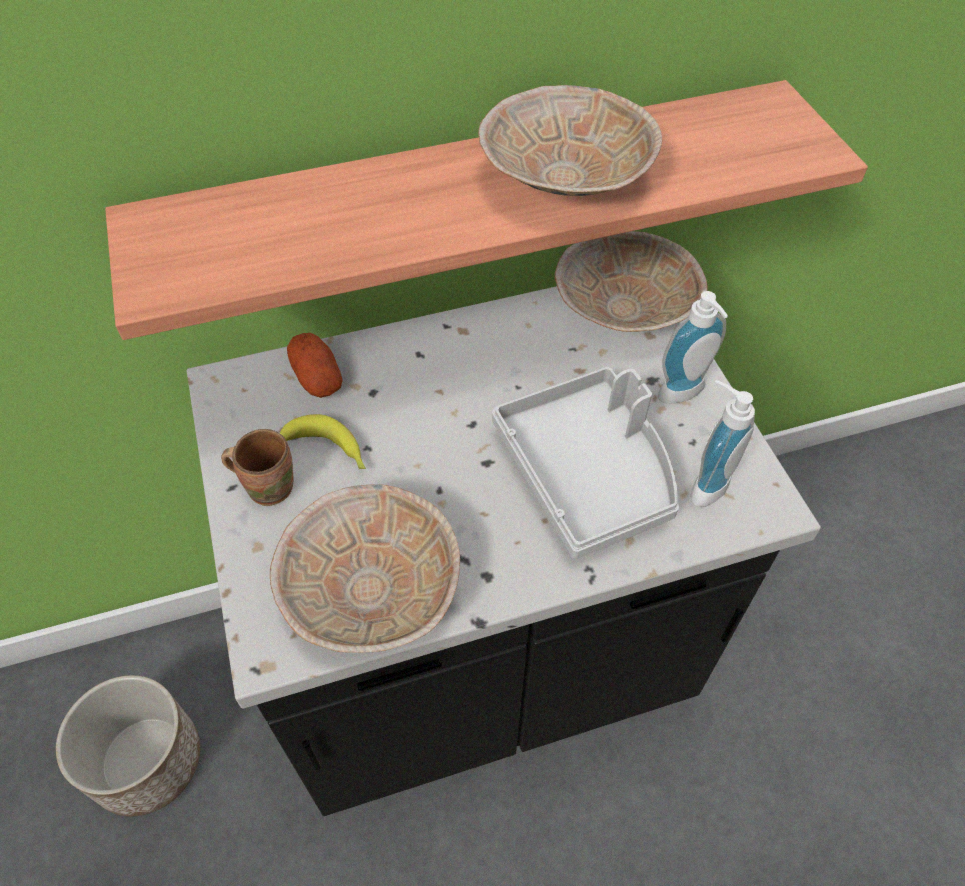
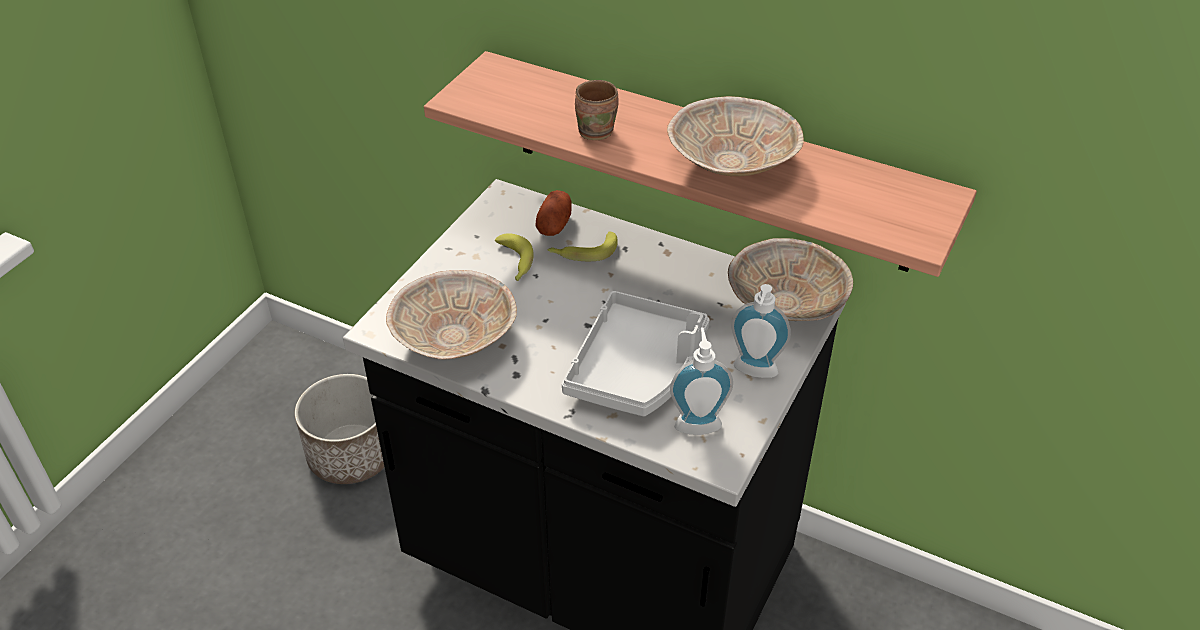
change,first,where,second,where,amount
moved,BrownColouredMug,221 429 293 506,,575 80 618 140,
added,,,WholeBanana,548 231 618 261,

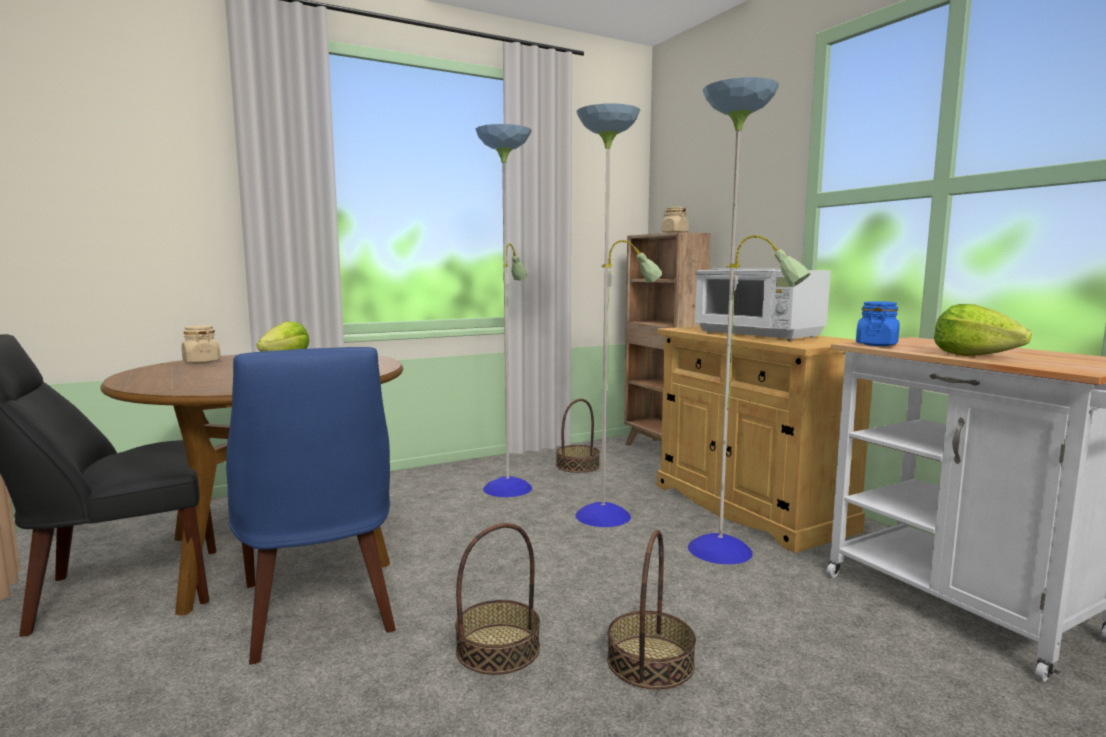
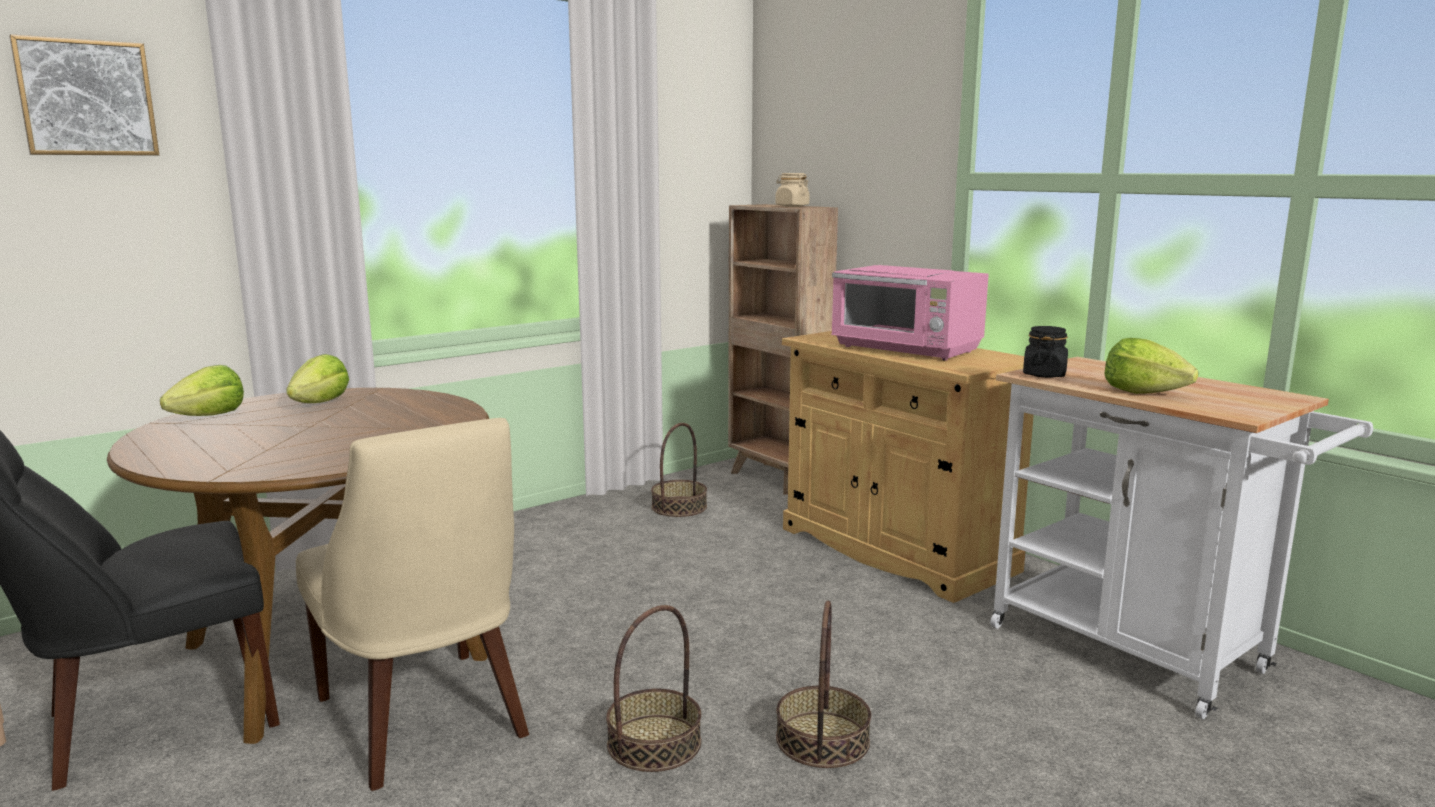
change,first,where,second,where,amount
removed,FloorLamp,476 77 811 564,,,
recoloured,WhitishKitchenMicrowave,695 269 831 341,PinkColouredKitchenMicrowave,831 265 989 360,
recoloured,BlueColouredJar,856 301 900 346,BlackColouredJar,1023 326 1068 378,
replaced,BeigeJar,182 325 221 363,HeadOfLettuce,160 365 244 416,
recoloured,BlueColouredChair,226 347 396 664,BeigeChair,296 418 529 791,
added,,,Picture,9 34 159 156,

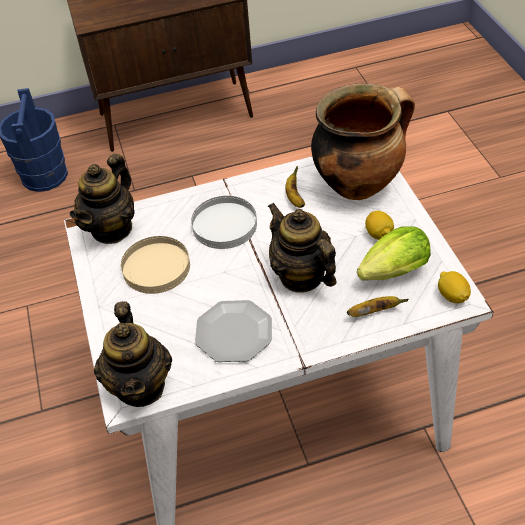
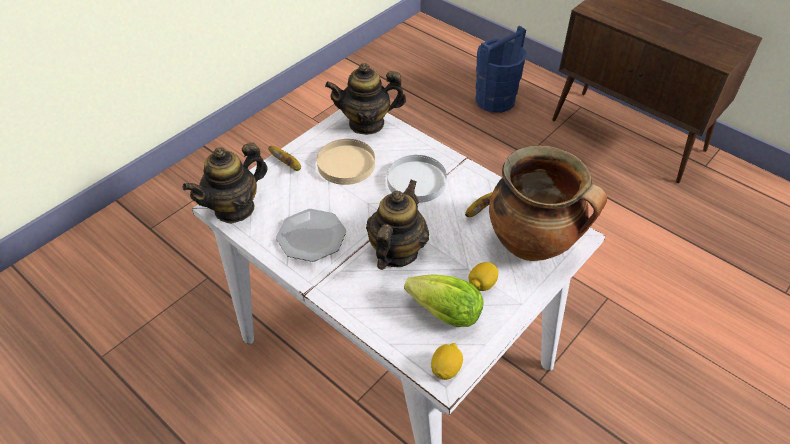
change,first,where,second,where,amount
moved,WholeBanana,347 296 409 317,,268 146 301 171,

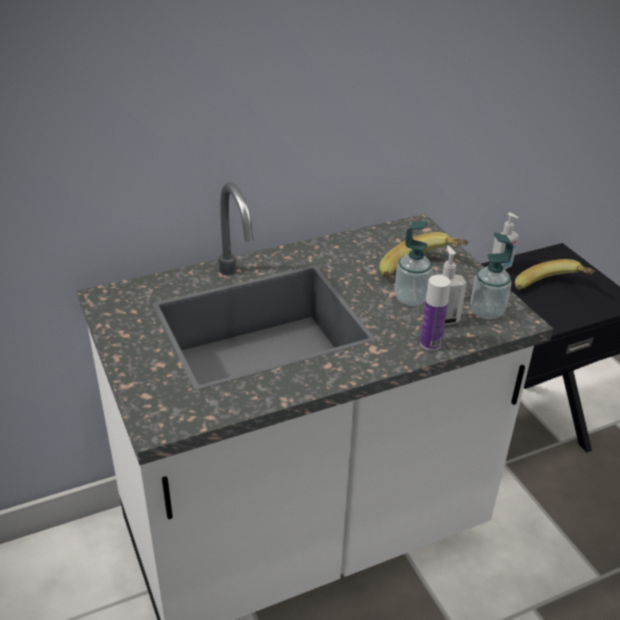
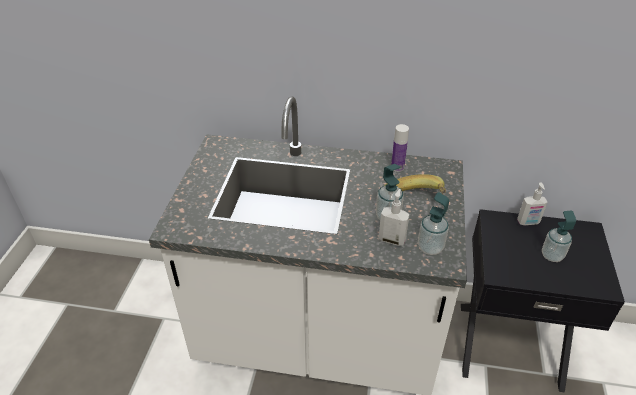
change,first,where,second,where,amount
replaced,WholeBanana,515 259 595 290,LiquidSoapBottle,542 211 576 262,
moved,BeverageBottle,420 275 451 351,,391 124 409 172,

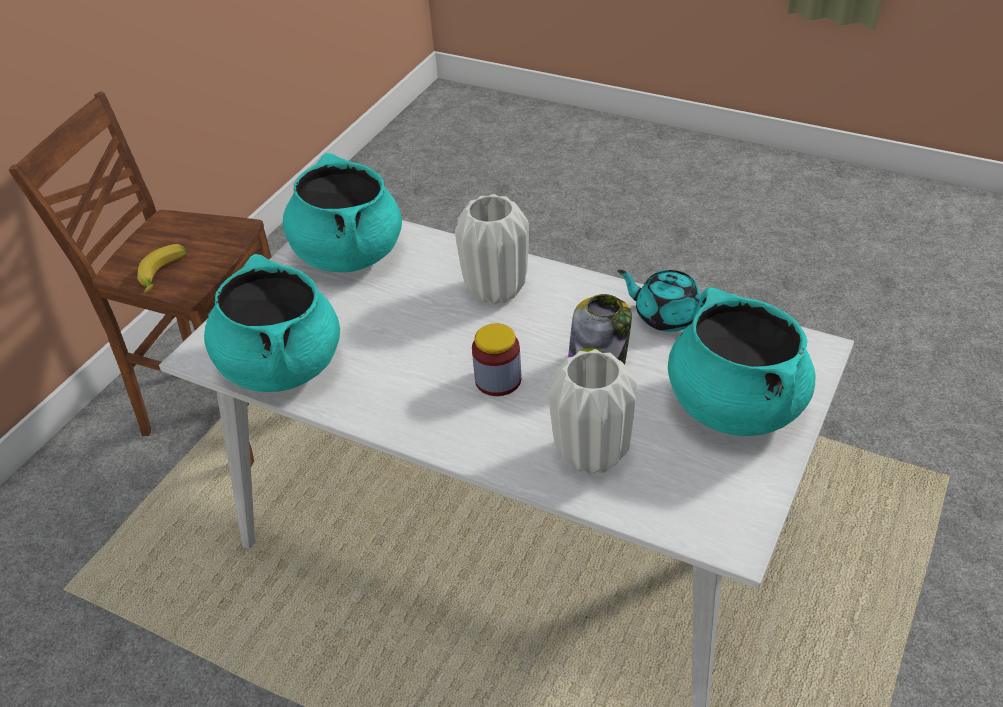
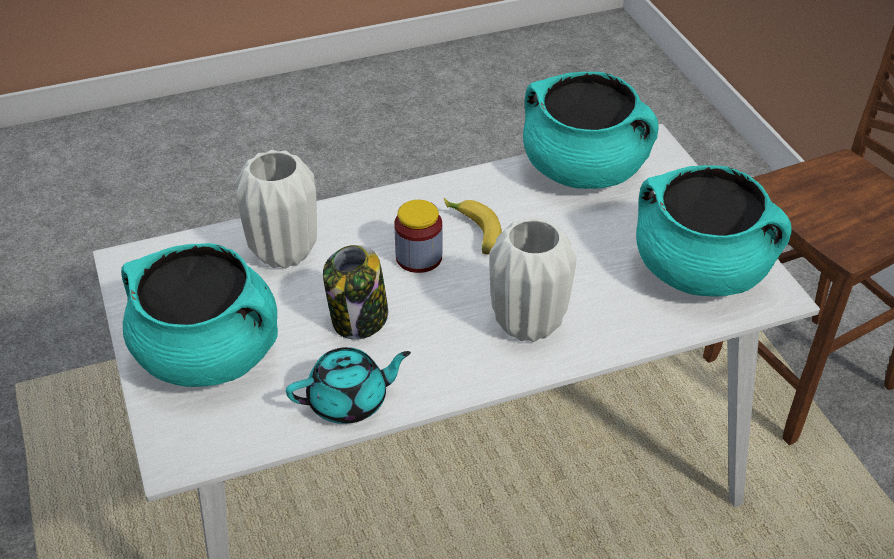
change,first,where,second,where,amount
moved,WholeBanana,137 244 188 293,,444 198 502 255,

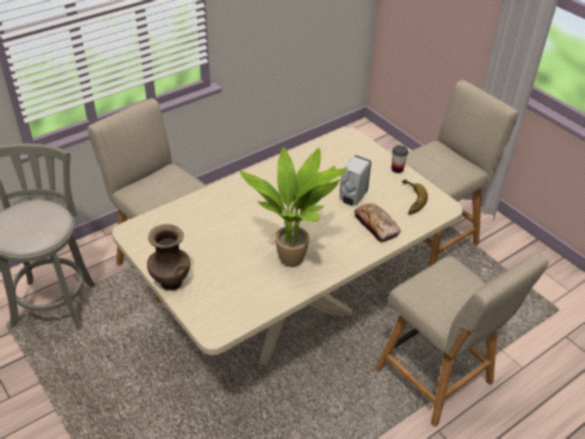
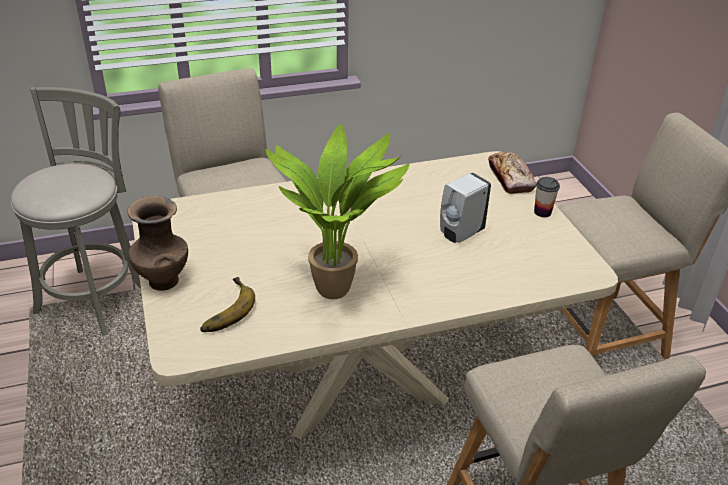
change,first,where,second,where,amount
moved,WholeBanana,402 179 428 214,,200 277 255 332,
moved,BakeryBread,354 203 401 242,,488 152 536 194,

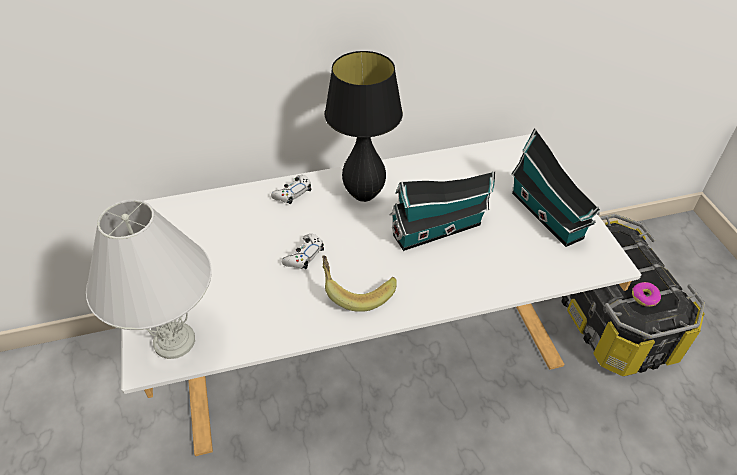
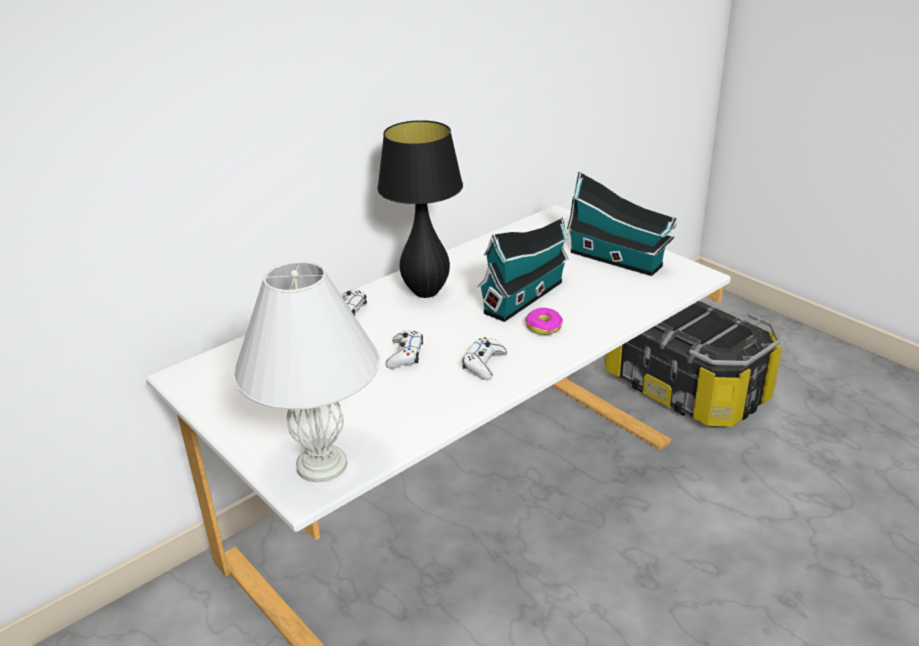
change,first,where,second,where,amount
replaced,WholeBanana,322 255 397 312,WhitishJoypad,462 337 507 380,
moved,Donut,632 282 661 307,,525 308 563 335,

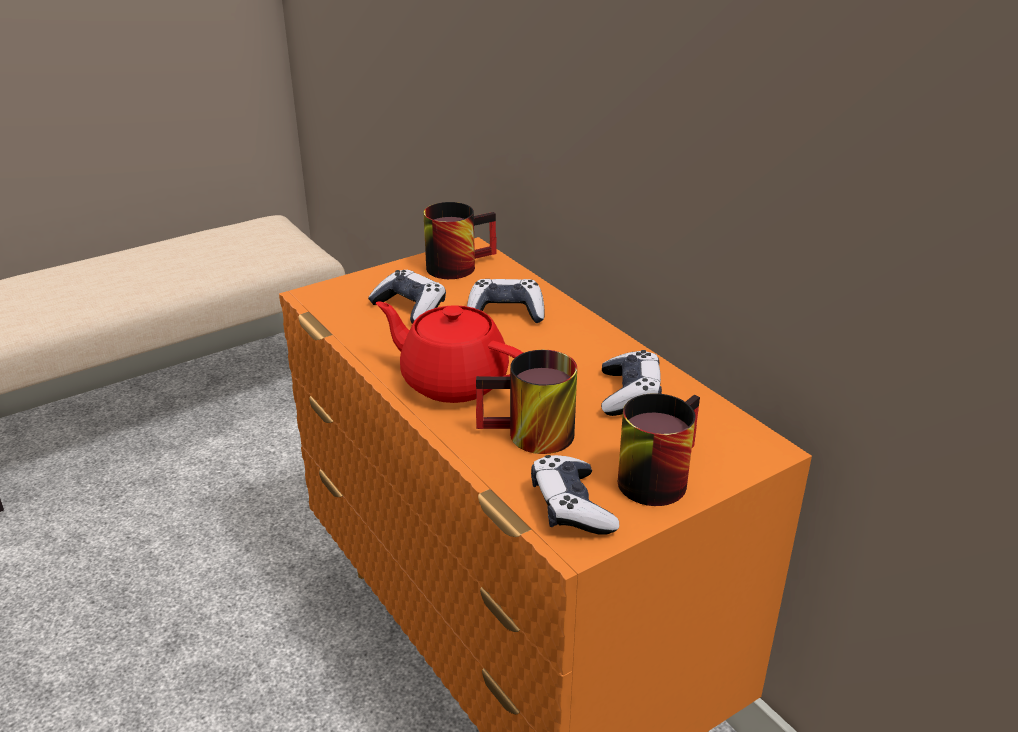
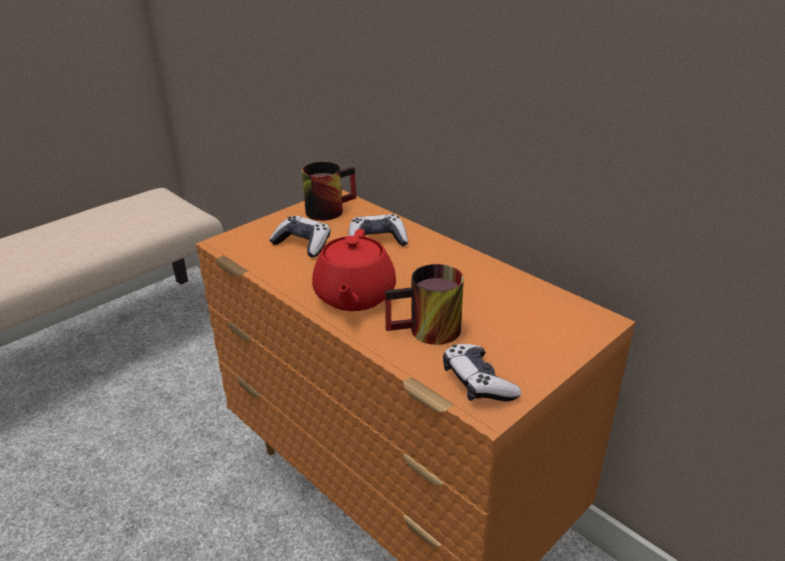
change,first,where,second,where,amount
turned,RedTeapot,376 301 523 403,,312 229 396 311,105 degrees counterclockwise
removed,Joypad,601 350 662 416,,,
removed,Mug,618 393 700 506,,,

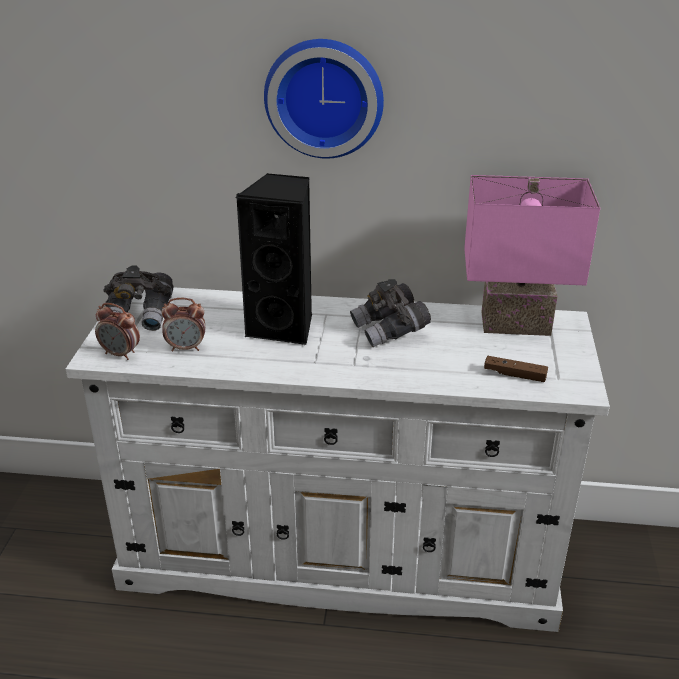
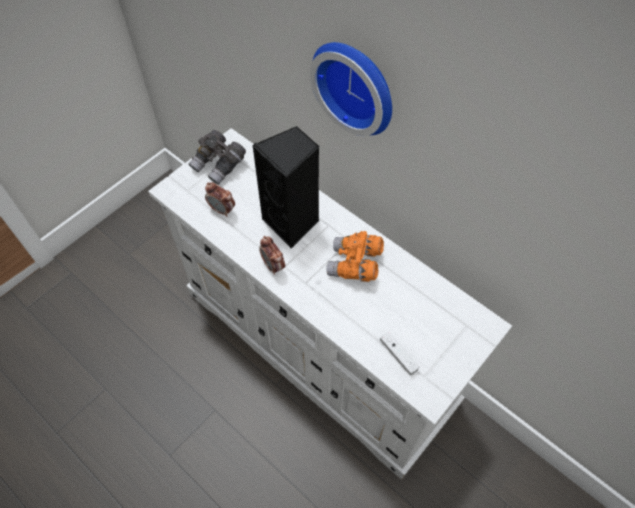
change,first,where,second,where,amount
removed,PinkColouredTableLamp,464 175 600 336,,,
recoloured,GreyFieldGlasses,350 279 431 347,OrangeFieldGlasses,326 231 384 282,
moved,BedsideClock,95 303 140 360,,259 236 285 275,
recoloured,BrownColouredJoypad,484 356 548 382,WhitishJoypad,380 332 419 375,

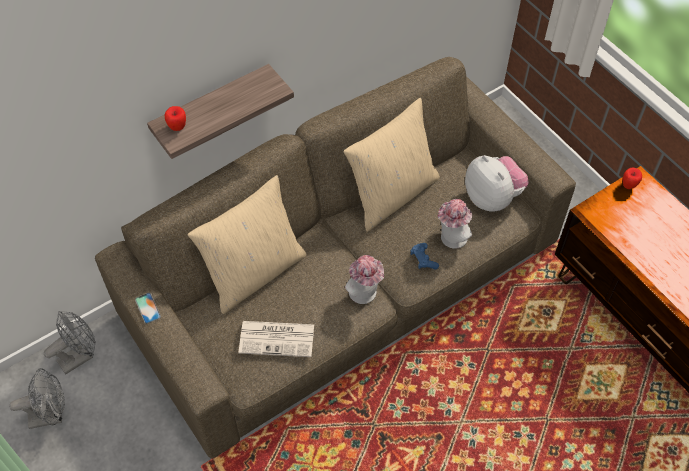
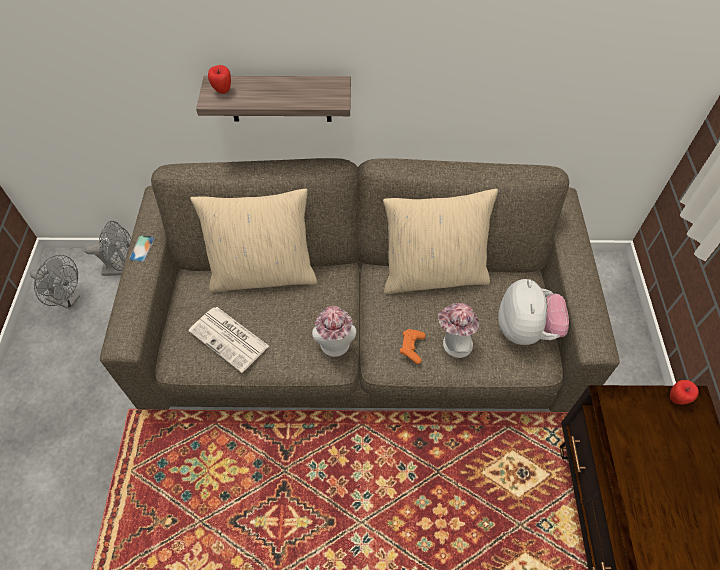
change,first,where,second,where,amount
recoloured,BlueColouredJoypad,411 243 439 269,OrangeJoypad,400 329 425 364,

